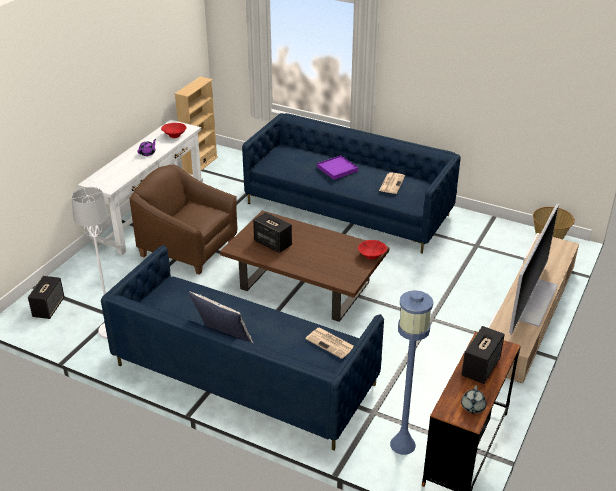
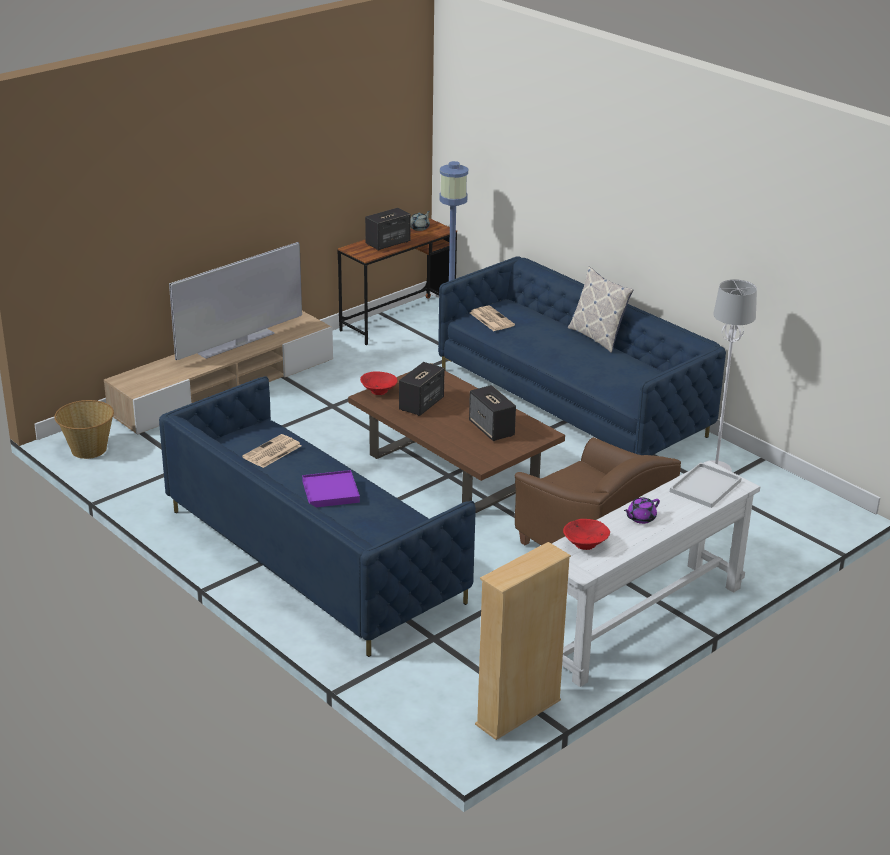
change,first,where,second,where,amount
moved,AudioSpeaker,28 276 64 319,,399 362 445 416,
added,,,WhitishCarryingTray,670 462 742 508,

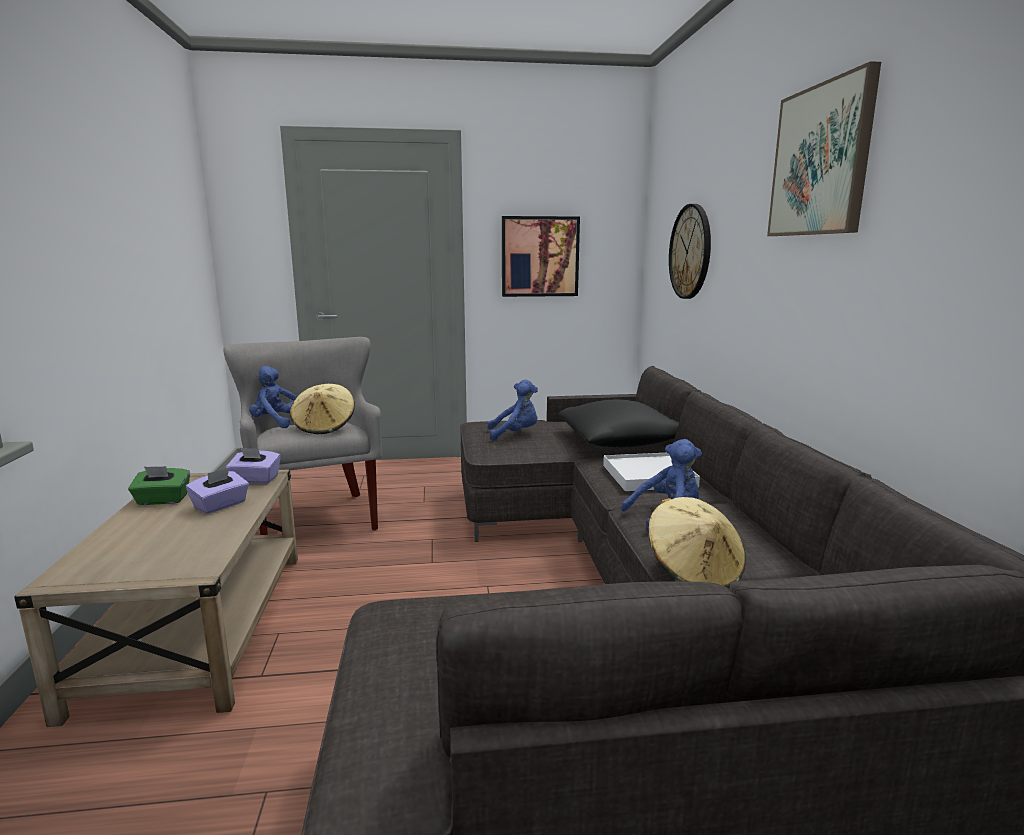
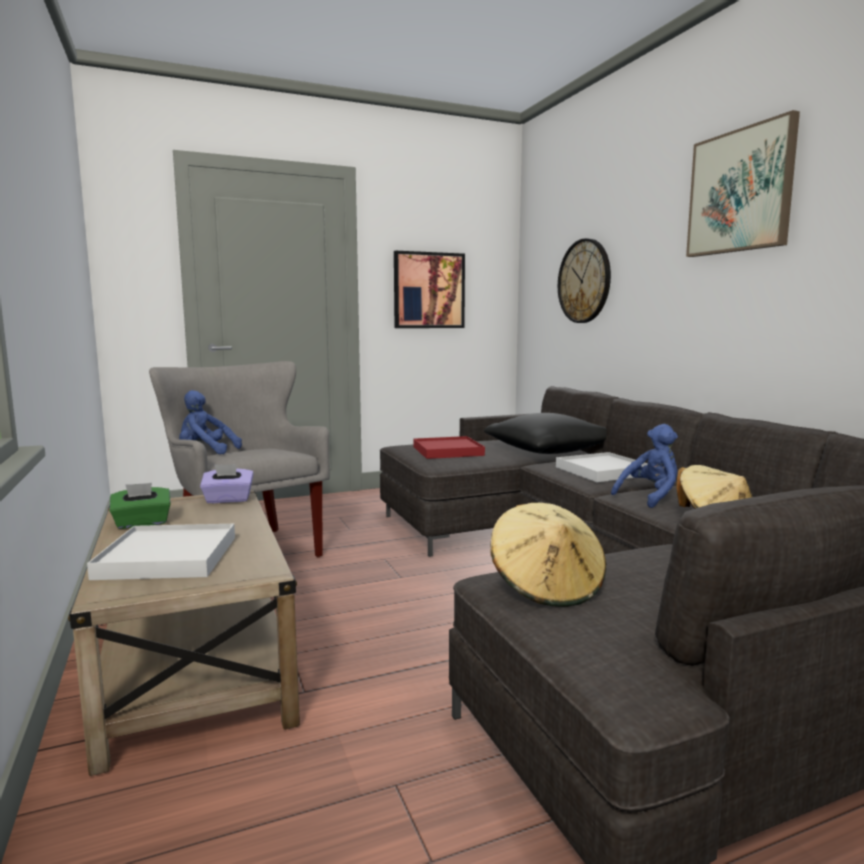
change,first,where,second,where,amount
replaced,BlueColouredPlushToy,487 379 538 440,RedCarryingTray,414 436 485 459,
moved,BeigeClothingHat,290 384 355 434,,491 503 606 607,
removed,PurplishBoxOfTissues,186 468 249 514,,,
added,,,WhitishCarryingTray,87 524 235 580,

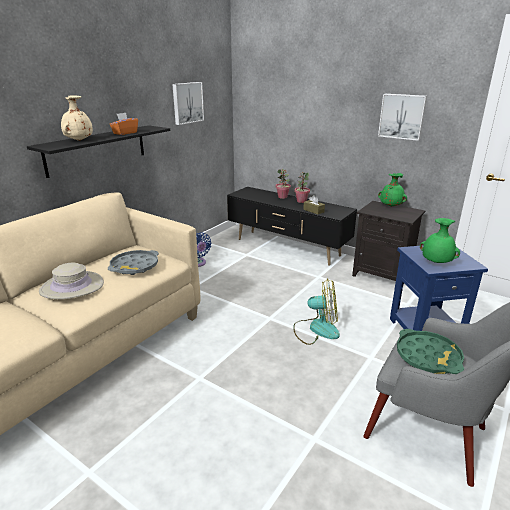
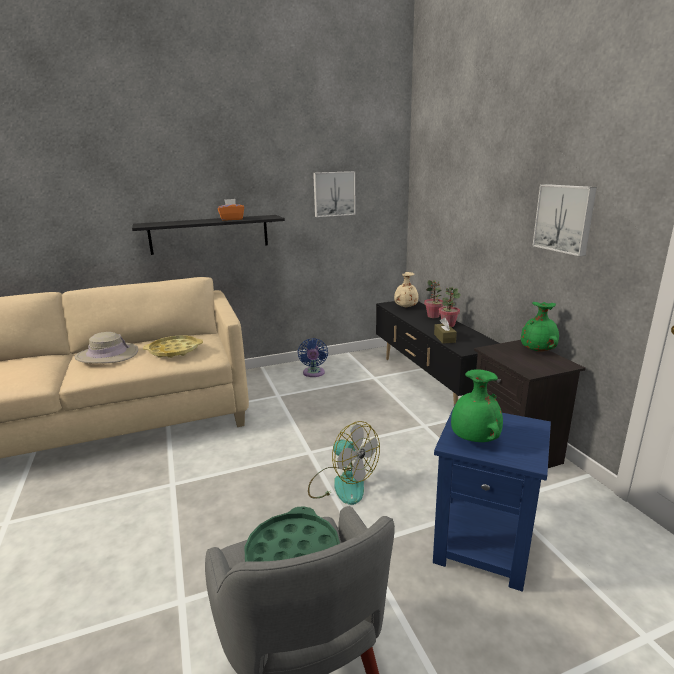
change,first,where,second,where,amount
moved,BeigeFlowerVase,61 96 93 141,,394 272 419 308,
recoloured,GreyCarryingTray,108 250 159 275,YellowColouredCarryingTray,143 335 203 358,

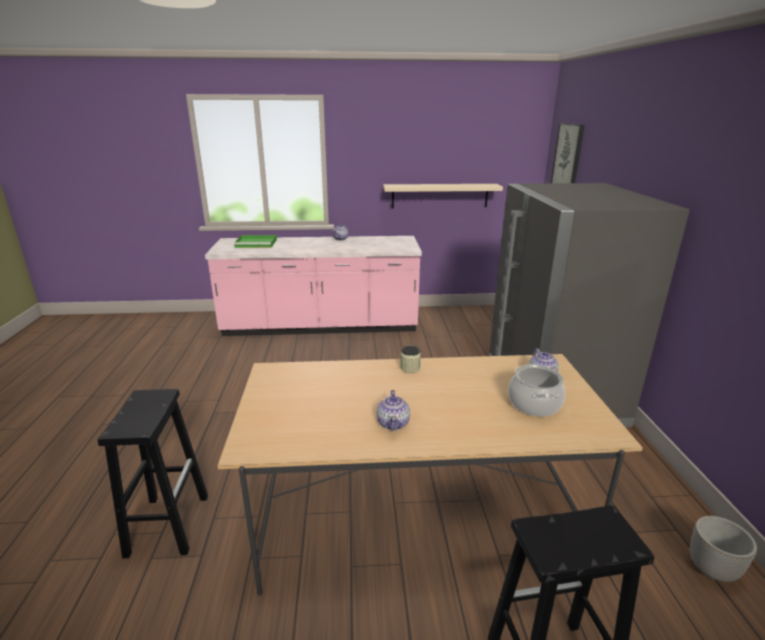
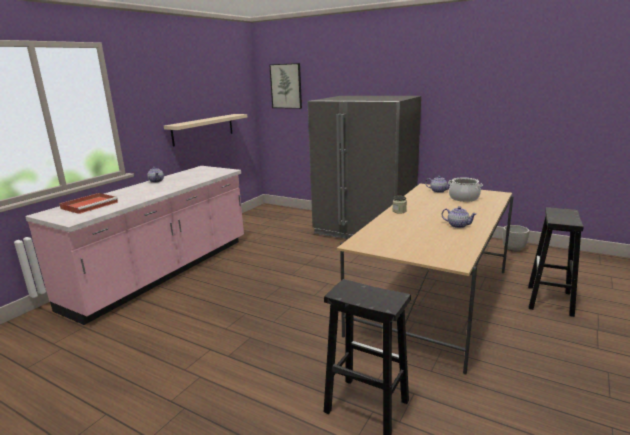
change,first,where,second,where,amount
recoloured,GreenishCarryingTray,234 235 277 248,RedCarryingTray,59 193 118 214,

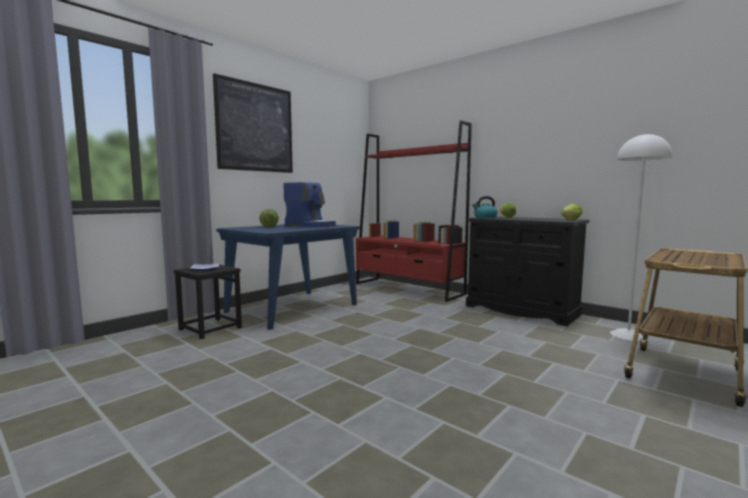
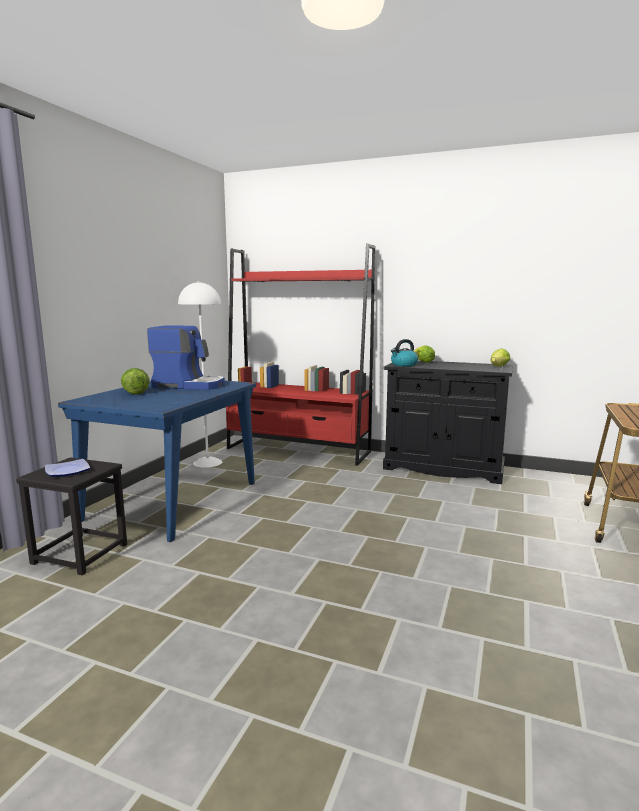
change,first,where,second,where,amount
removed,Picture,213 73 293 173,,,
moved,WhitishFloorLamp,610 133 673 341,,178 281 222 468,

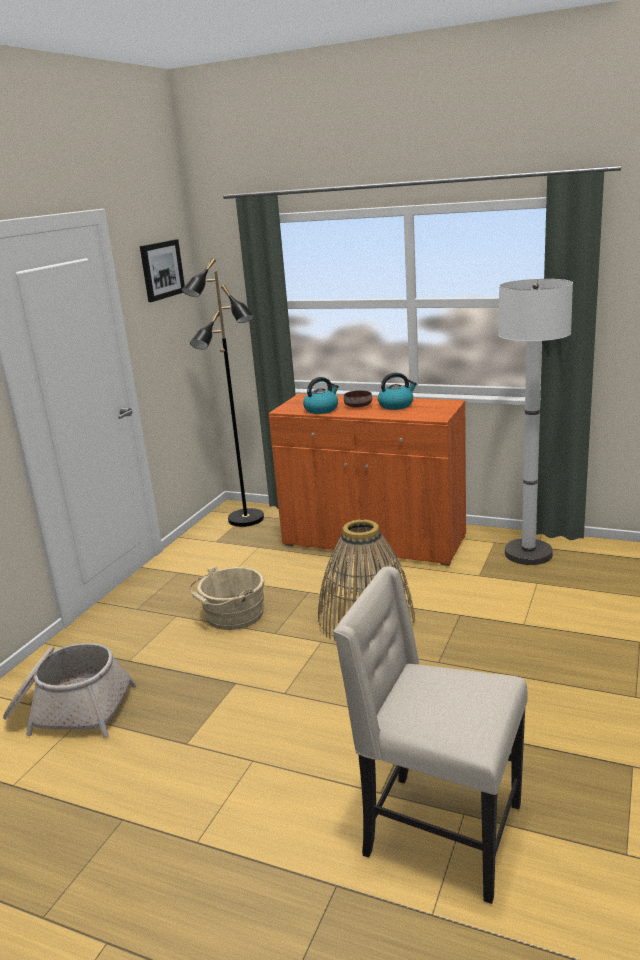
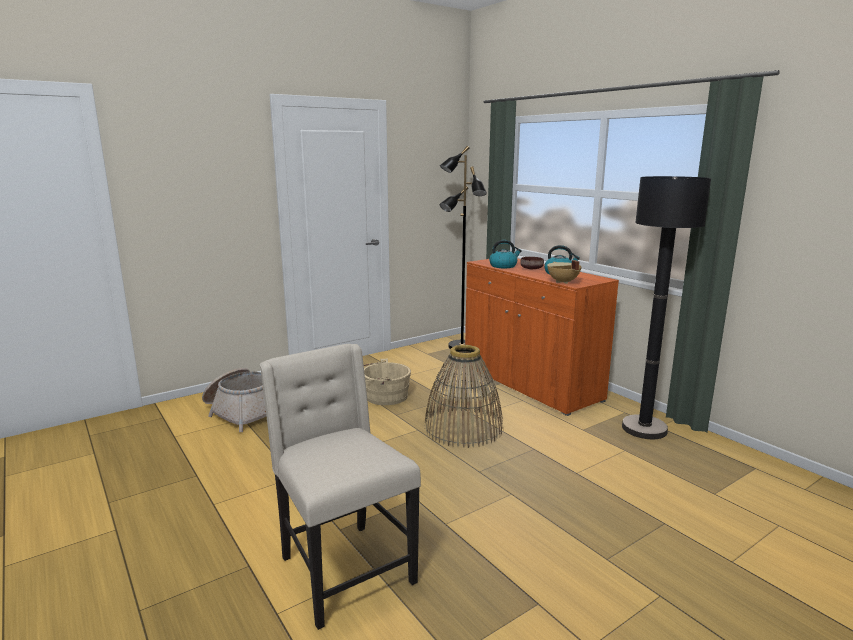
change,first,where,second,where,amount
removed,Picture,140 239 185 302,,,
recoloured,WhitishFloorLamp,498 279 573 565,BlackColouredFloorLamp,622 176 711 439,
added,,,BeigeSaucepot,547 260 581 284,

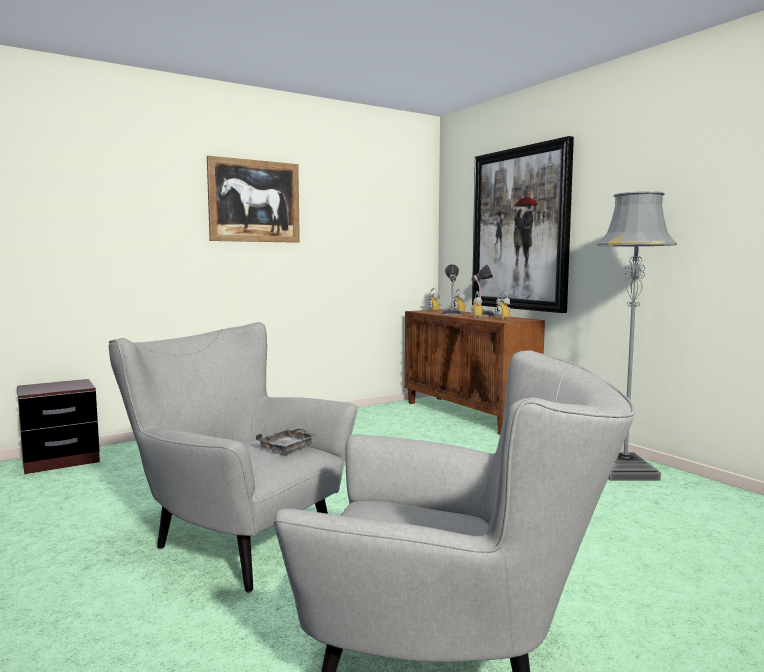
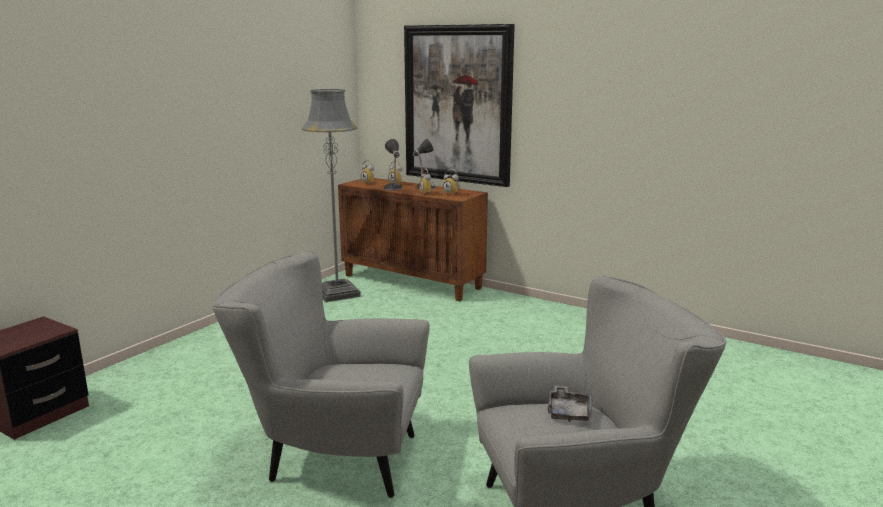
change,first,where,second,where,amount
removed,Picture,207 156 300 243,,,
moved,GreyFloorLamp,597 191 677 481,,302 89 361 302,
moved,GreyCarryingTray,256 427 317 452,,548 385 592 422,

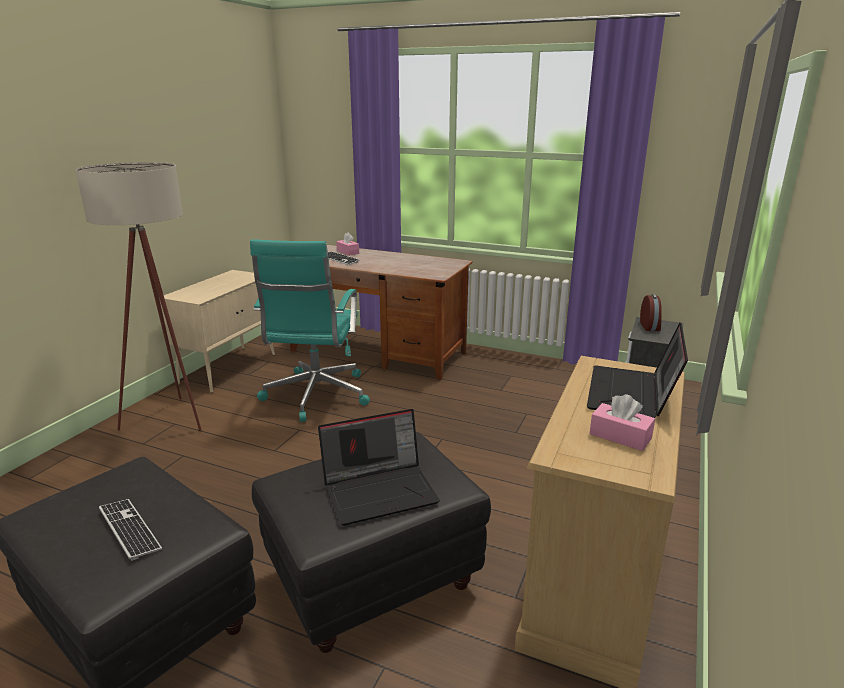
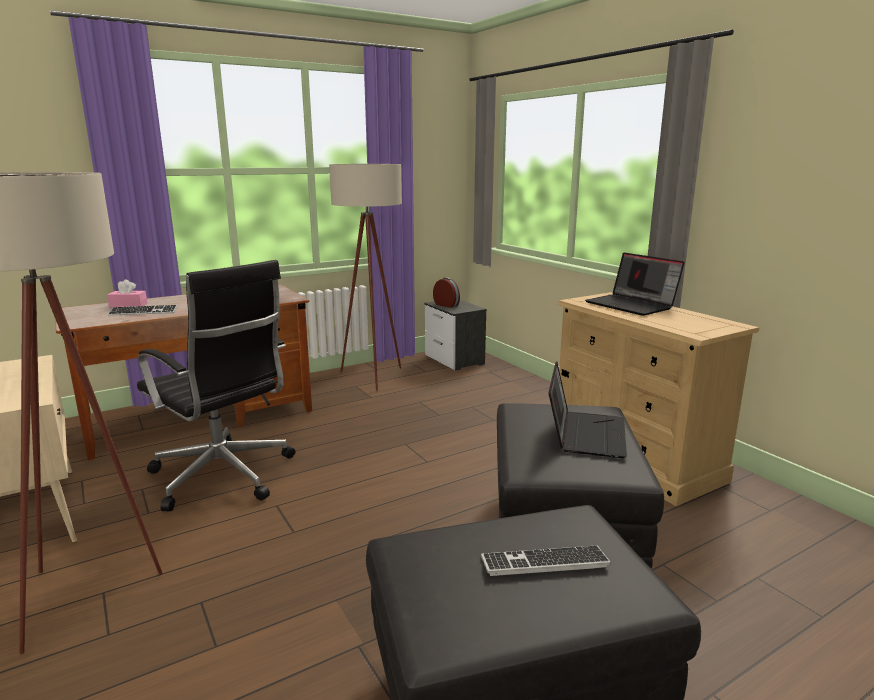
change,first,where,second,where,amount
recoloured,TurquoiseColouredDeskChair,250 239 370 422,BlackColouredDeskChair,137 260 295 511,
removed,PinkColouredBoxOfTissues,589 394 655 451,,,
added,,,BeigeFloorLamp,329 164 402 391,

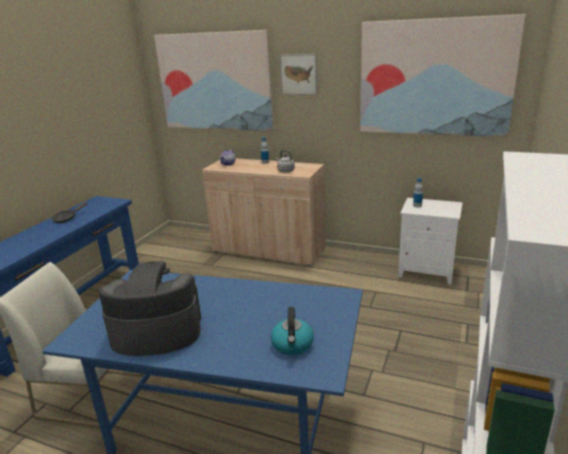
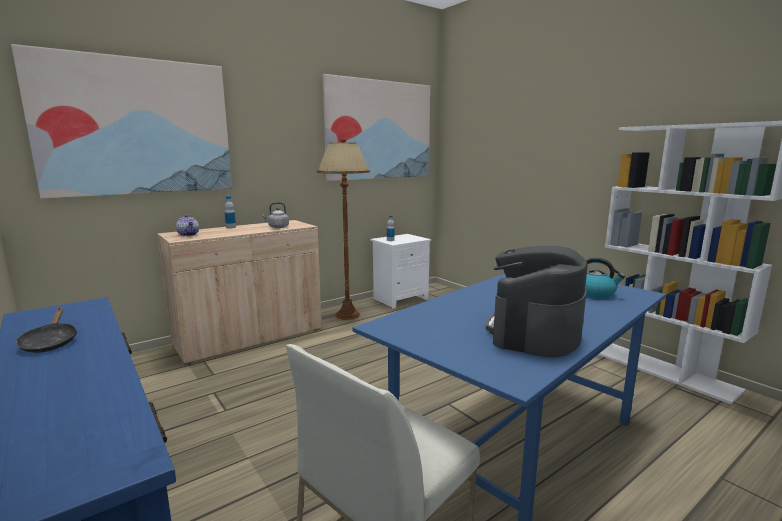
change,first,where,second,where,amount
removed,Picture,280 54 317 95,,,
added,,,BrownColouredFloorLamp,317 138 370 320,

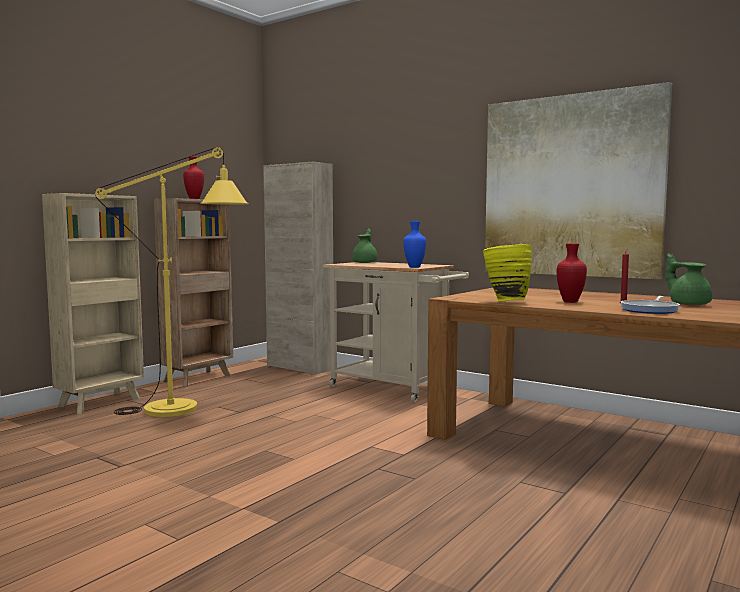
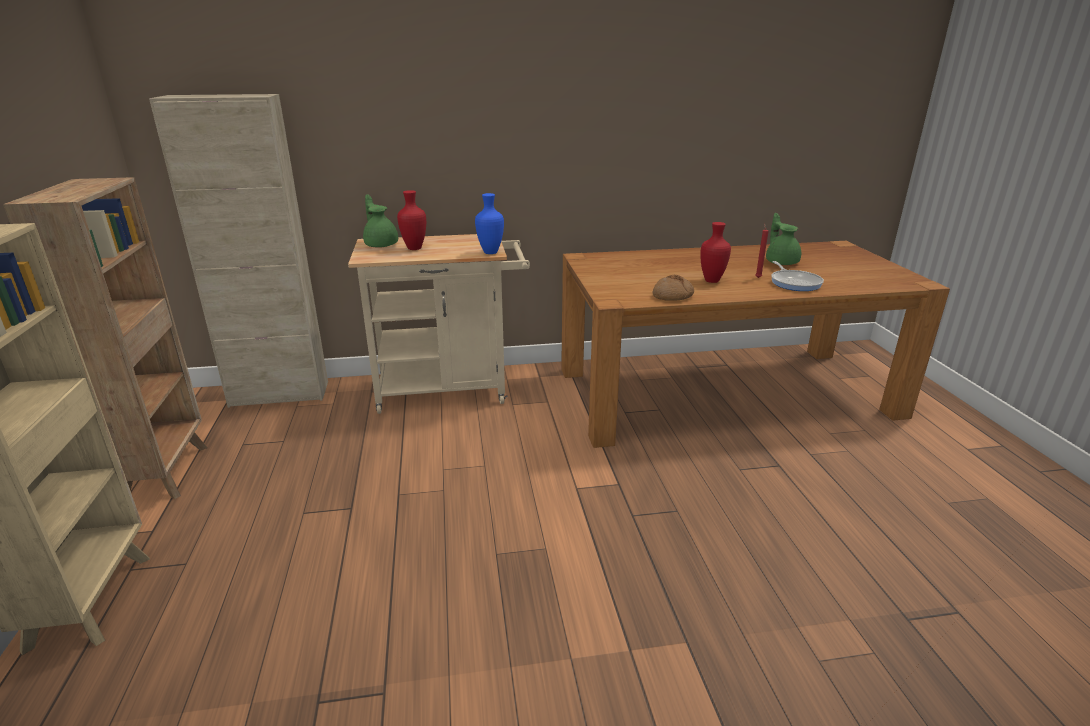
change,first,where,second,where,amount
removed,Picture,485 82 672 279,,,
removed,YellowColouredFloorLamp,95 147 249 417,,,
moved,RedFlowerVase,183 157 204 199,,397 190 426 250,
replaced,YellowColouredFlowerVase,483 244 532 302,BakeryBread,652 275 694 301,
turned,GreenishTeapot,666 253 712 305,,766 213 801 265,60 degrees clockwise

